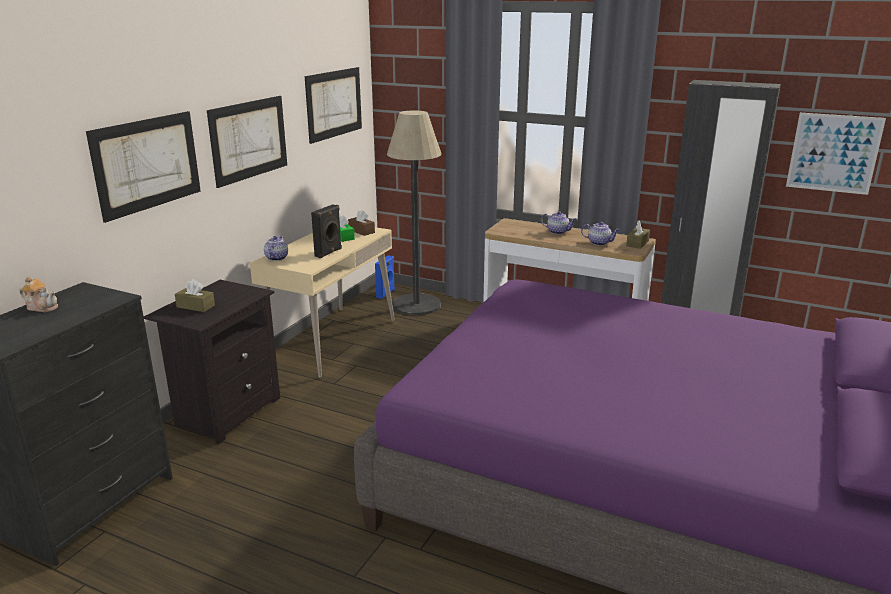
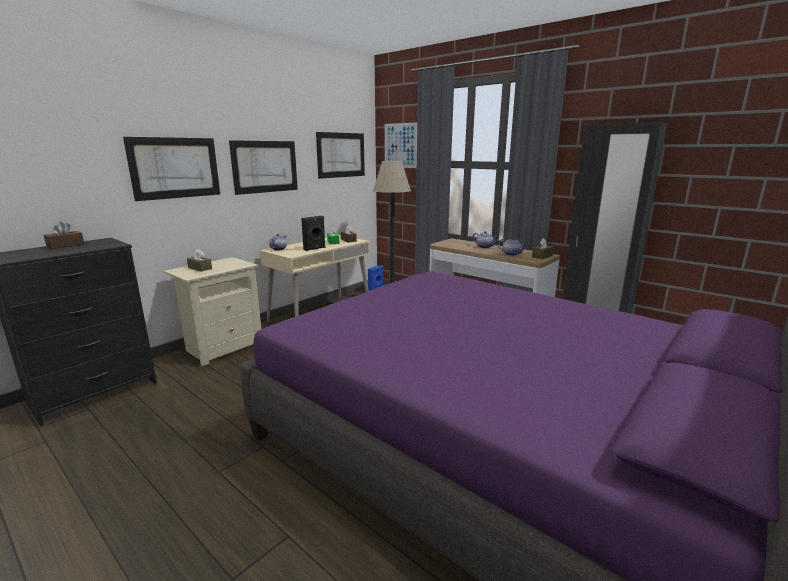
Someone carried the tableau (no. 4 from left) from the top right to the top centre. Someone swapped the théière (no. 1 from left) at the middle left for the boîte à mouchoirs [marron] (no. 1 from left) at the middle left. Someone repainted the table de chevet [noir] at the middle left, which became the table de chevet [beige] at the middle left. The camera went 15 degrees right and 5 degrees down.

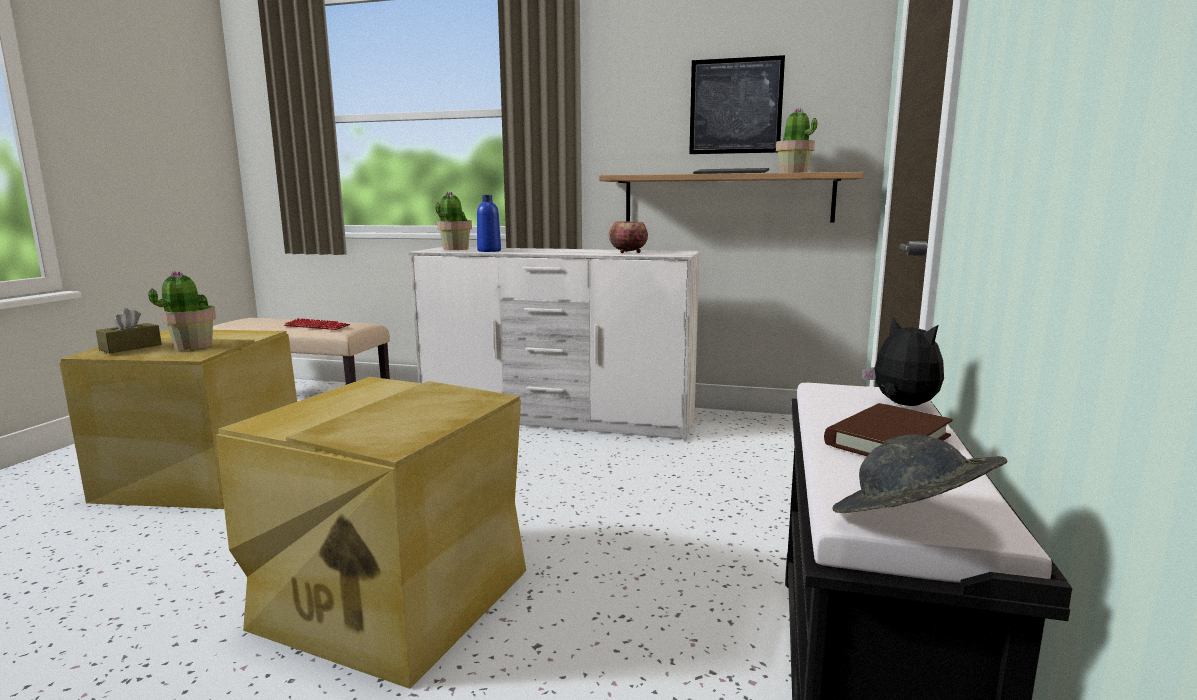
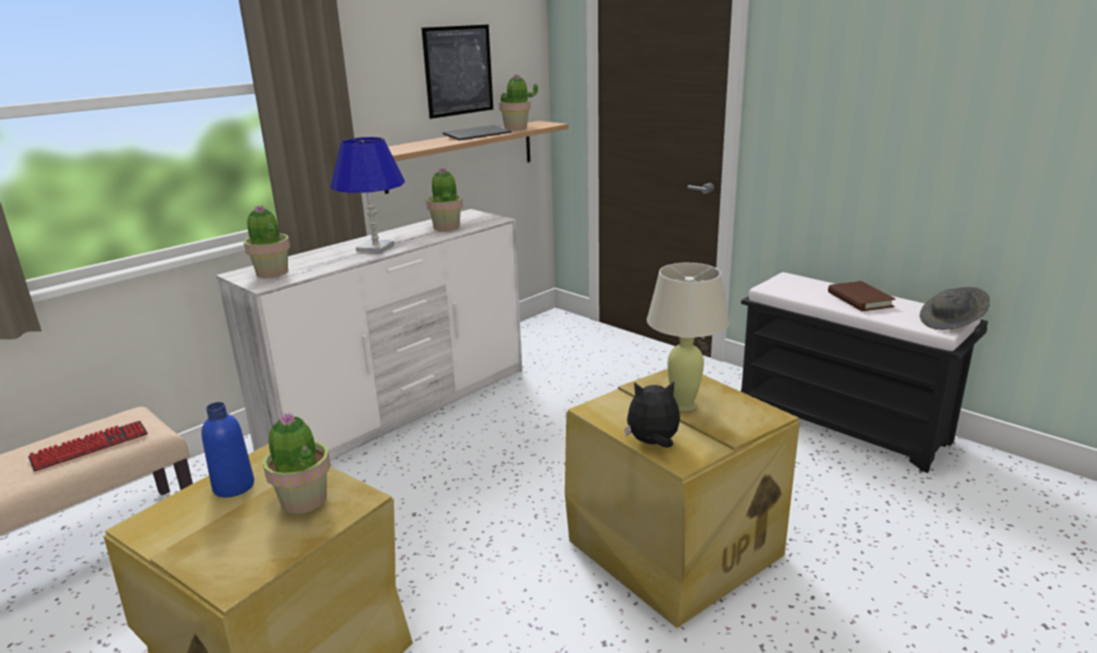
Someone took away the boîte à mouchoirs [marron] at the middle left. Someone put down the lampe de table [bleu] at the top centre. Someone put down the lampe de table [beige] at the centre. Someone carried the bouteille [bleu] from the top centre to the bottom left. Someone carried the peluche from the middle right to the centre. Someone swapped the bol at the centre for the plante en pot (no. 3 from left) at the top centre. The camera went 60 degrees left and 10 degrees up.

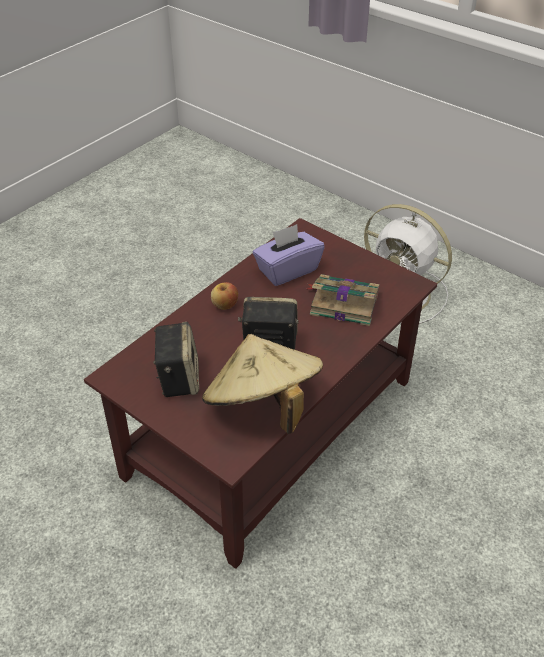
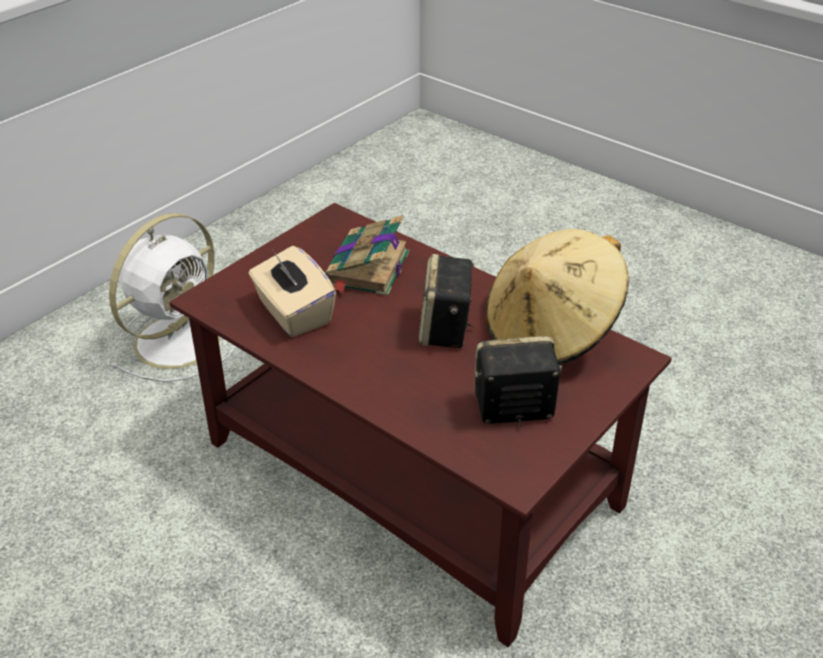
Someone took away the pomme at the centre. Someone repainted the boîte à mouchoirs [violet] at the centre, which became the boîte à mouchoirs [beige] at the centre. The camera went 90 degrees left and 5 degrees down.

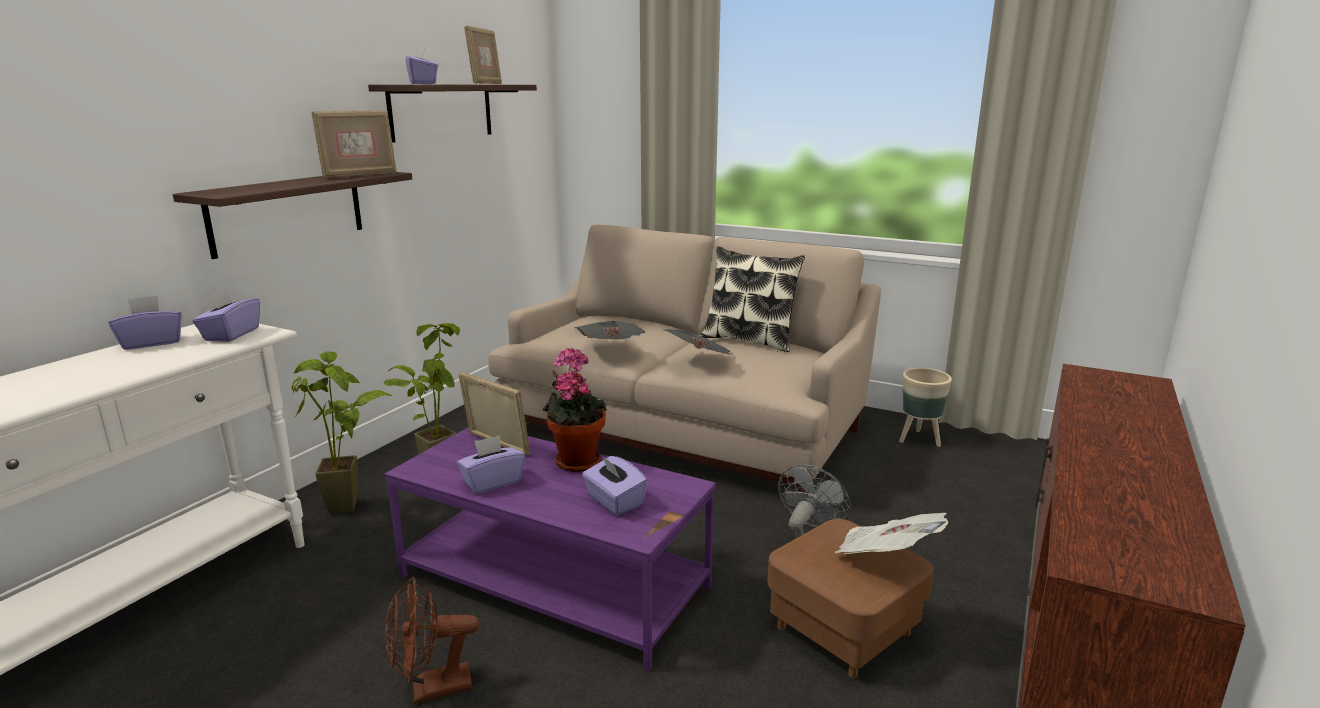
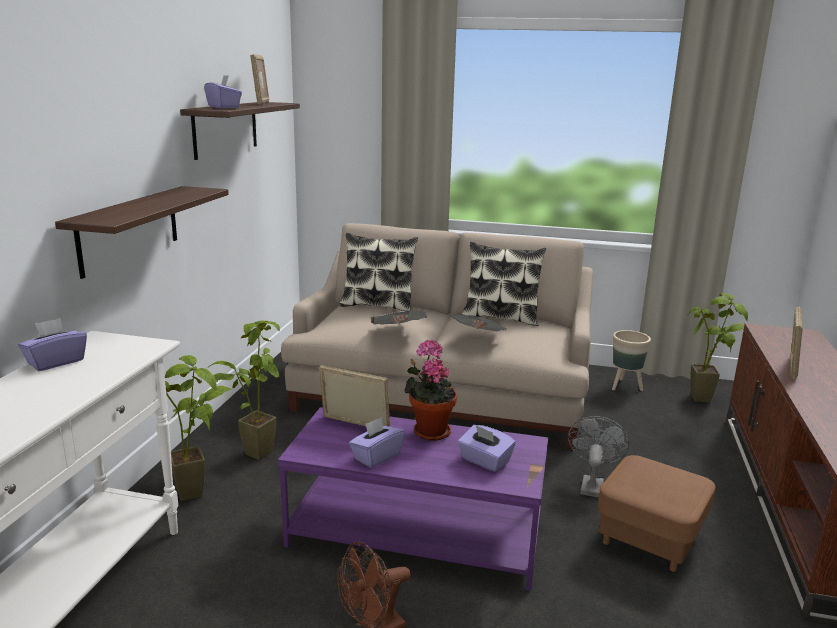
Someone took away the boîte à mouchoirs [violet] (no. 2 from left) at the middle left. Someone took away the journal (no. 3 from left) at the bottom right. Someone put down the coussin (no. 1 from left) at the centre. Someone put down the plante en pot (no. 4 from left) at the middle right. Someone carried the cadre photo (no. 1 from left in the first image) from the top left to the middle right. The camera went 15 degrees left and 0 degrees up.

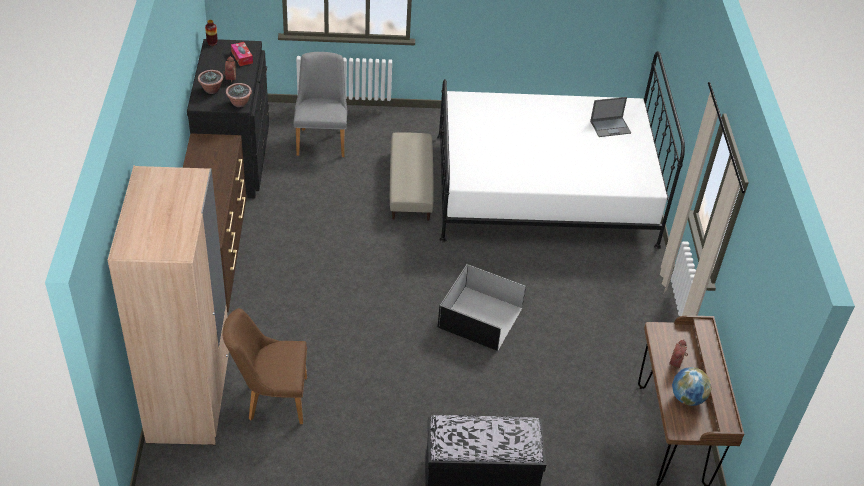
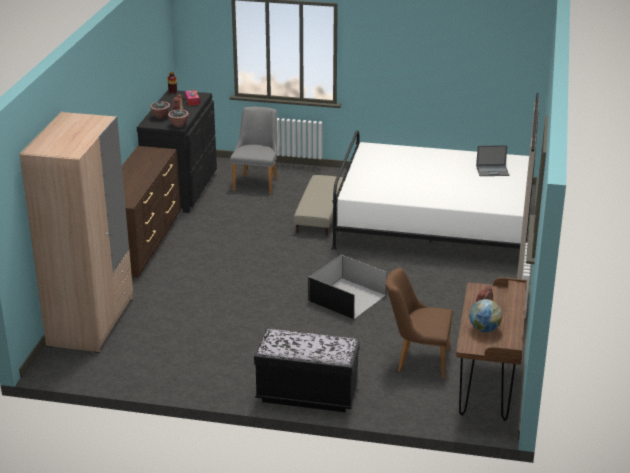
Someone carried the chaise [marron] from the bottom left to the bottom centre. The camera went 15 degrees right and 15 degrees down.

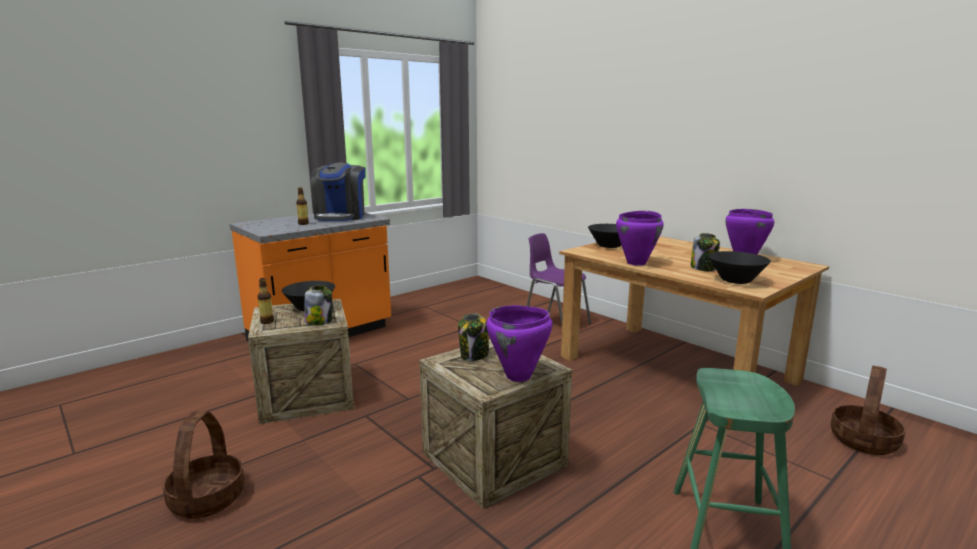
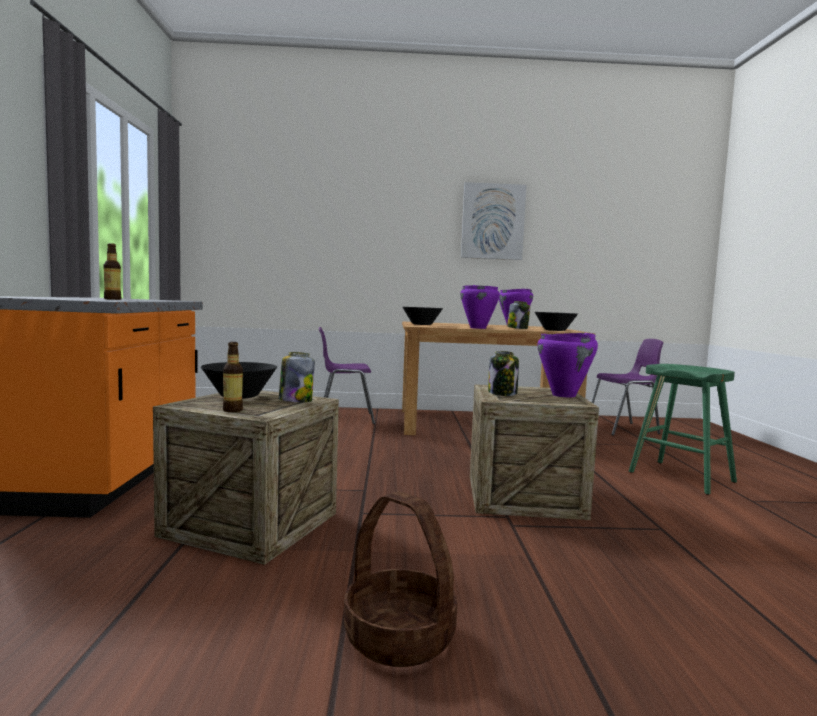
Someone took away the machine à café at the centre. Someone put up the tableau at the top centre. Someone swapped the panier (no. 2 from left) at the bottom right for the chaise [violet] (no. 2 from left) at the middle right. The camera went 50 degrees left and 10 degrees down.

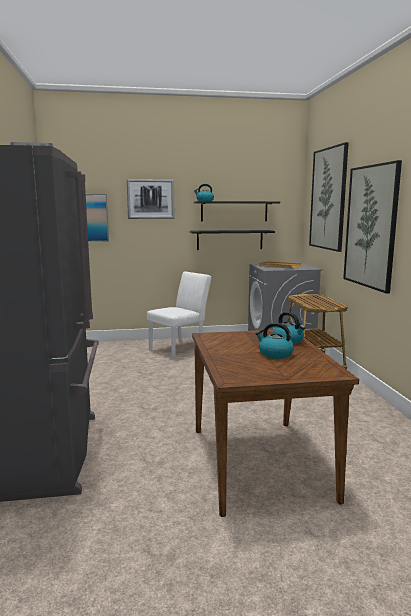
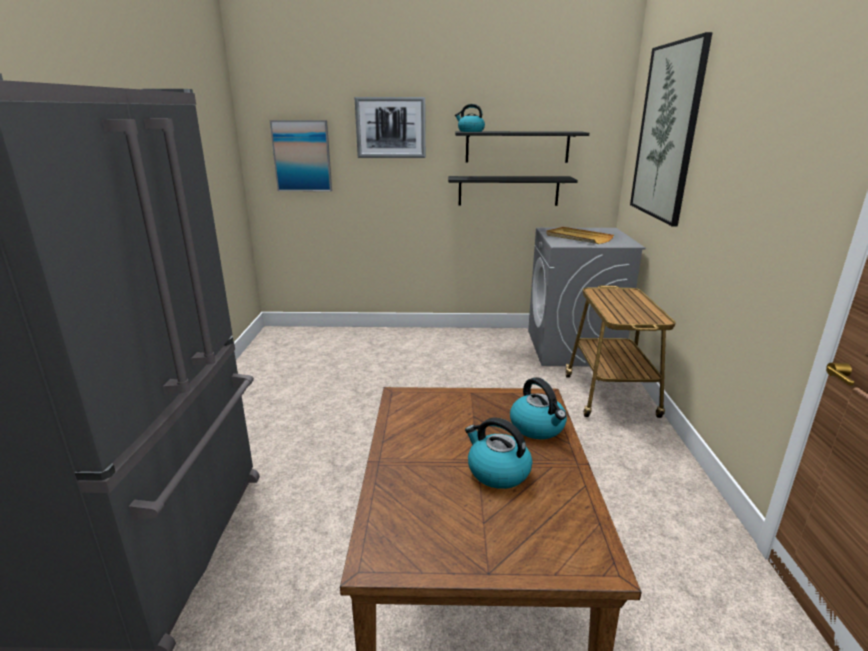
Someone took away the chaise [blanc] at the centre. Someone took away the tableau (no. 4 from left) at the middle right. The camera went 10 degrees right and 10 degrees up.

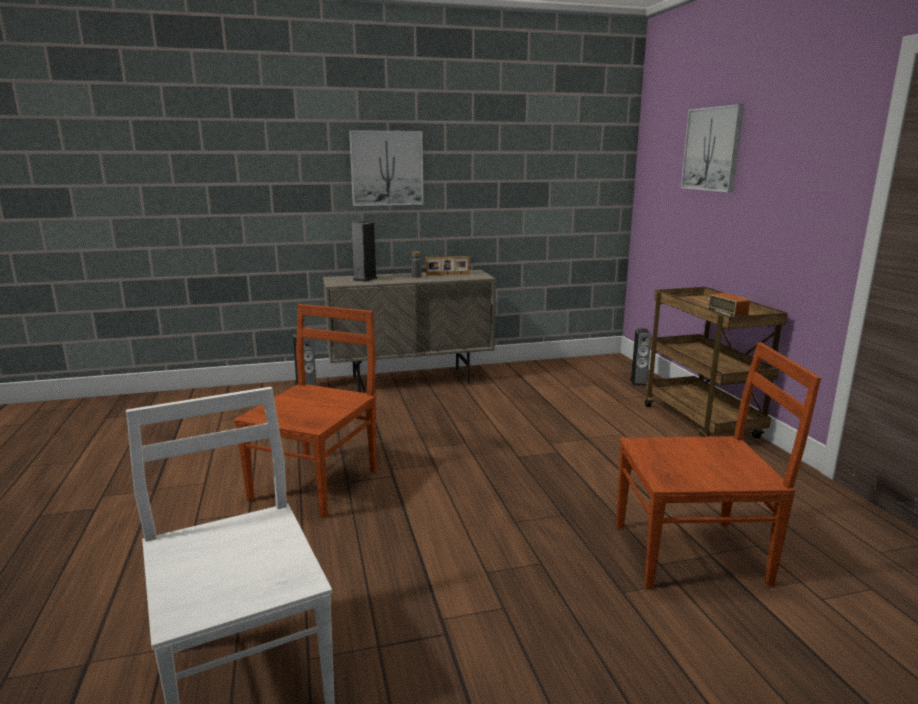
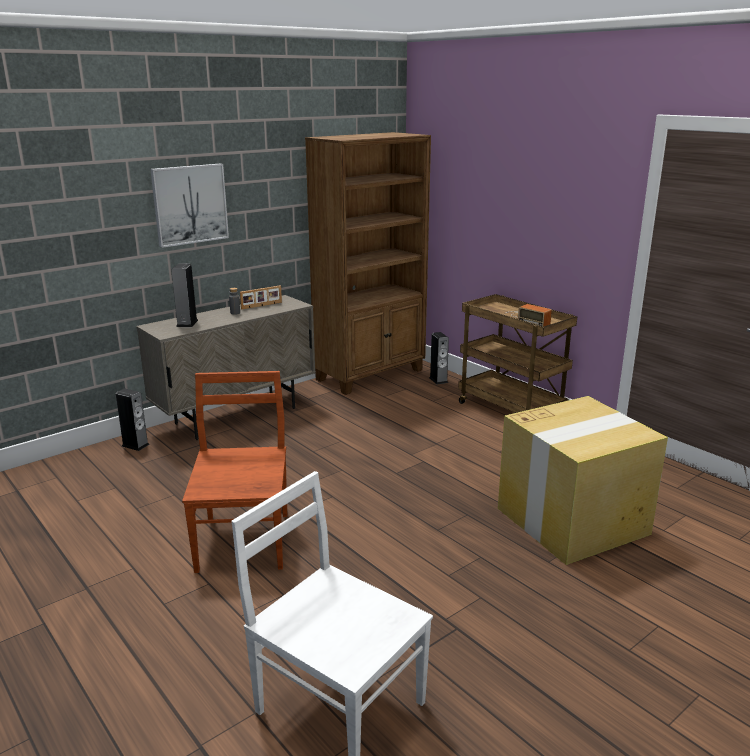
Someone took away the tableau (no. 2 from left) at the top right. Someone put down the bibliothèque [marron] at the centre. Someone swapped the chaise [marron] (no. 2 from left) at the middle right for the carton at the middle right. The camera went 25 degrees left and 5 degrees up.

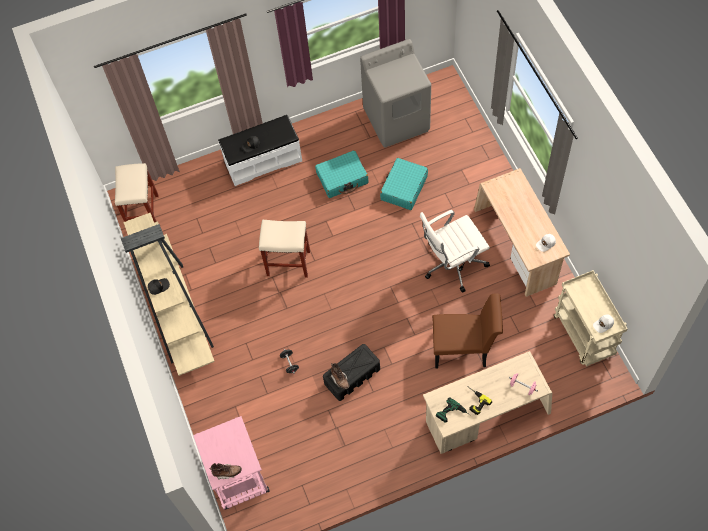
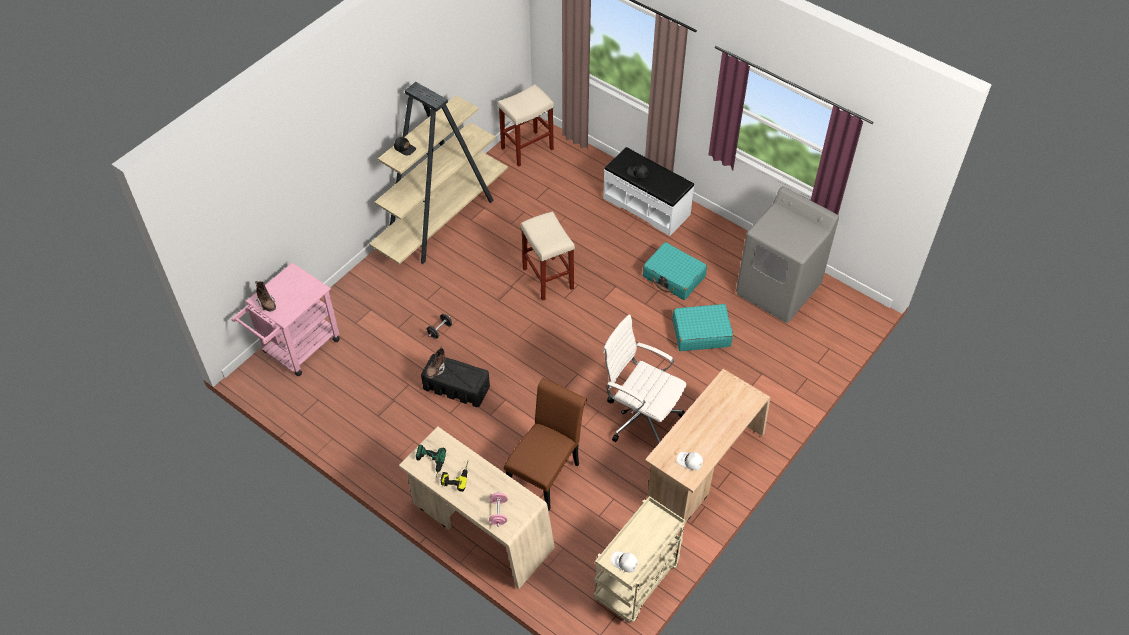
Someone rotated the chaise [marron] at the centre by 120 degrees counterclockwise. The camera went 55 degrees right and 10 degrees down.

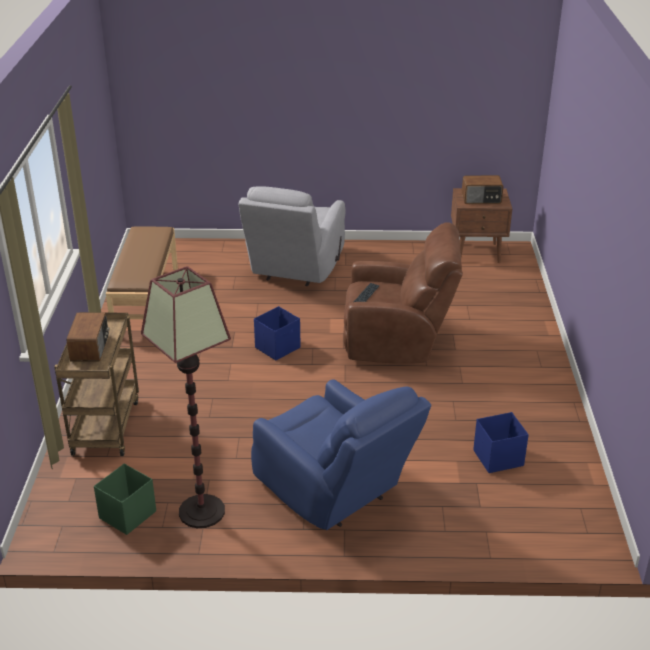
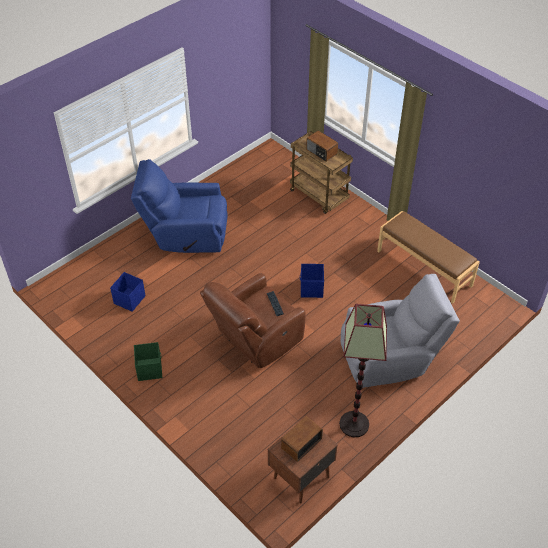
Someone carried the boîte de rangement [vert] from the bottom left to the middle left. Someone carried the lampadaire from the middle left to the bottom centre. Someone rotated the fauteuil [gris] at the centre by 105 degrees clockwise. The camera went 135 degrees right and 15 degrees up.

